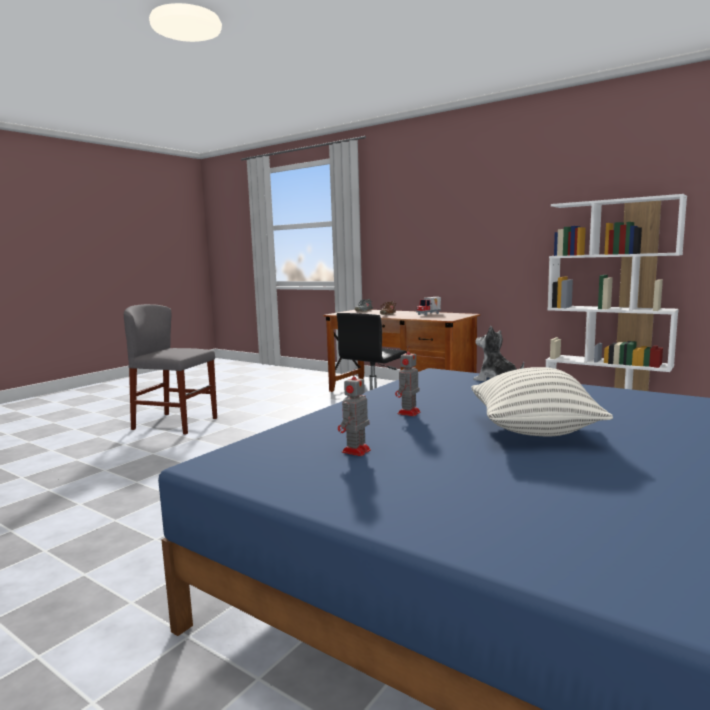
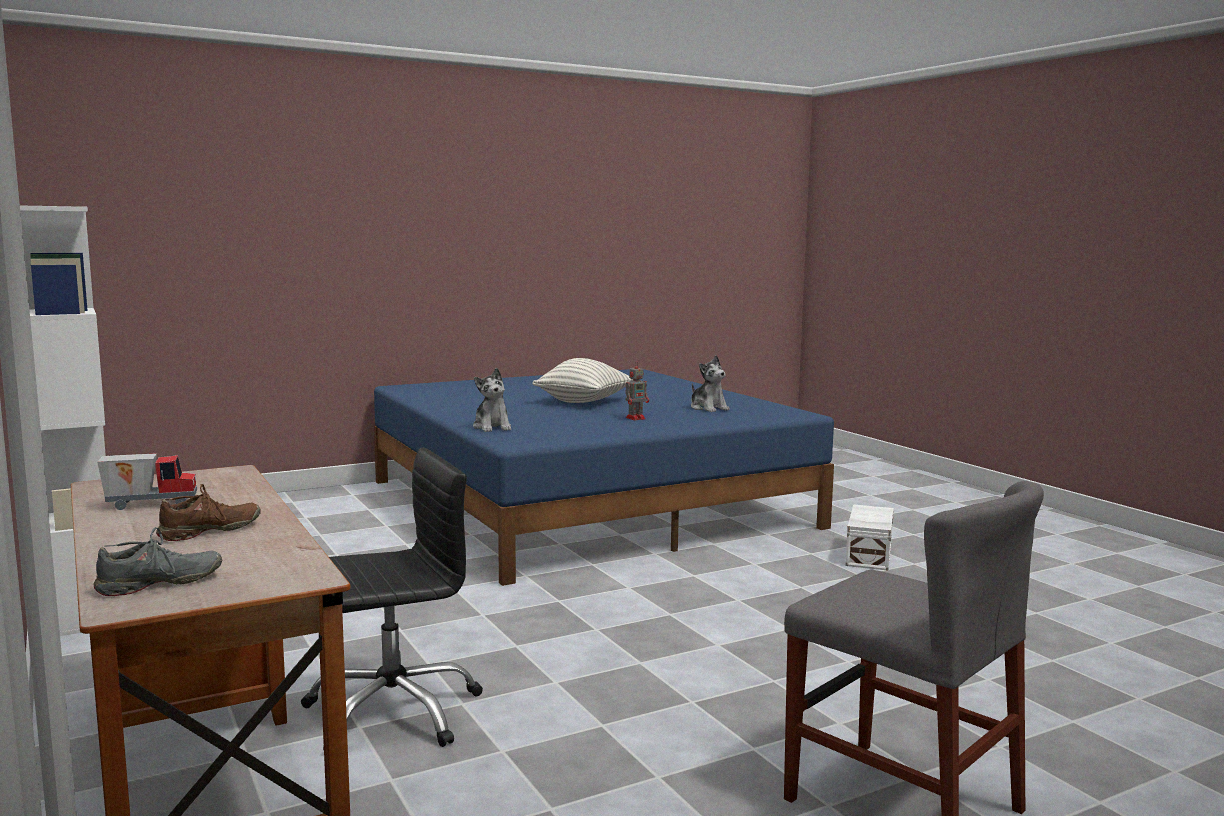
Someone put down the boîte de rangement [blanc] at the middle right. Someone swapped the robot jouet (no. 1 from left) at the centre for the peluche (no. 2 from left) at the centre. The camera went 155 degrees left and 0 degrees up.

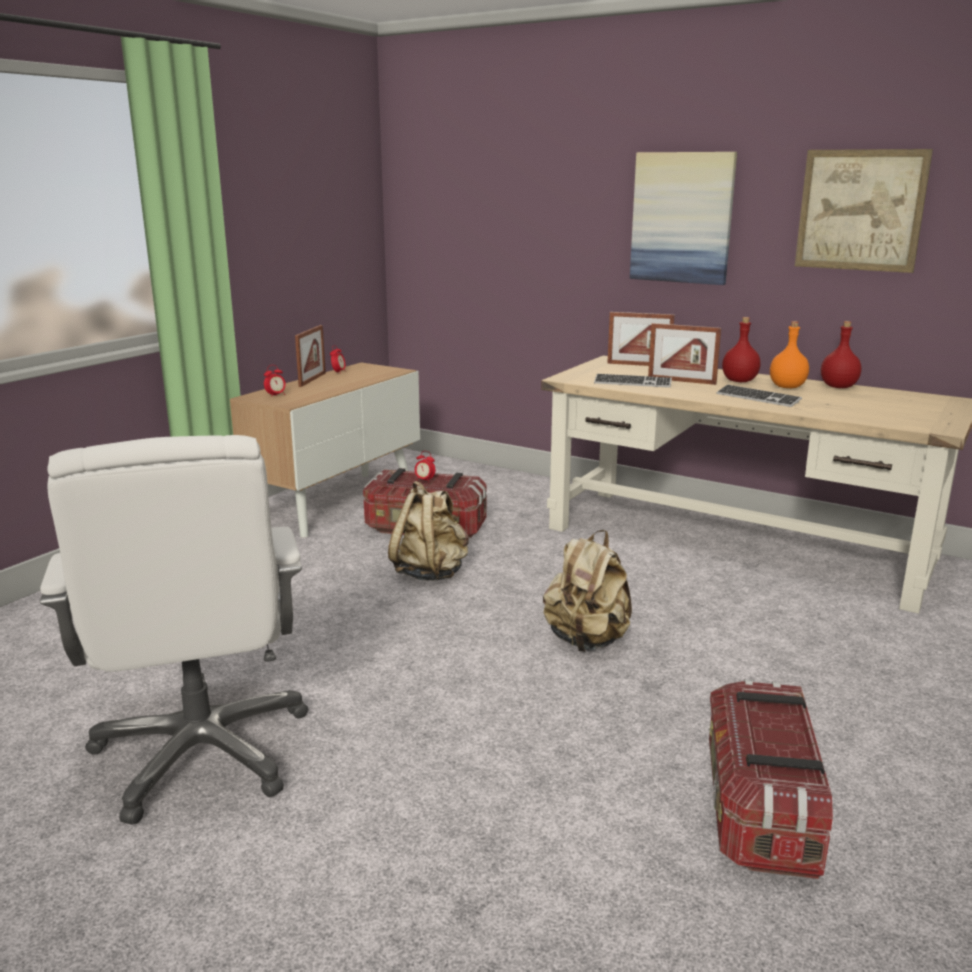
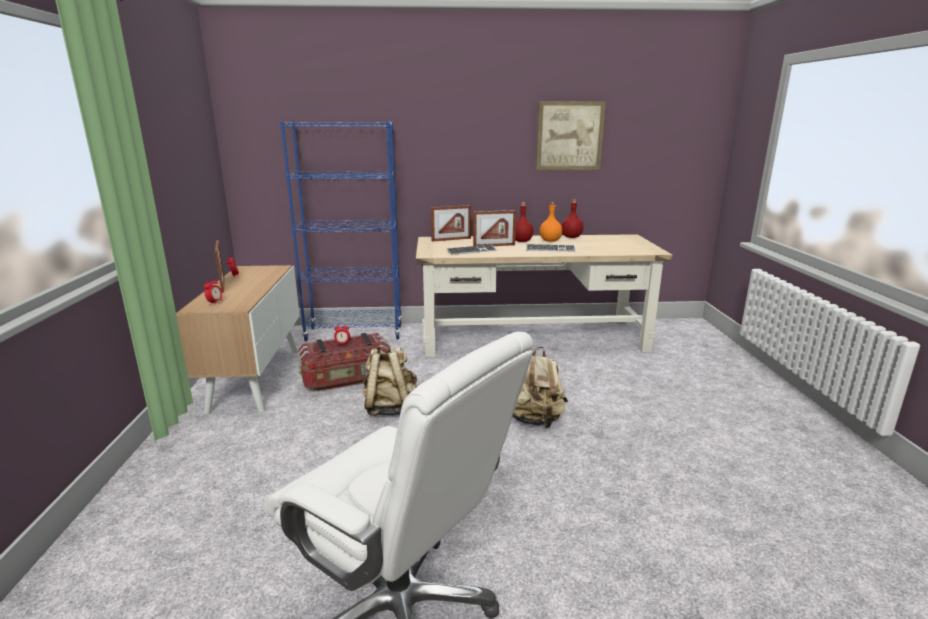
Someone took away the tableau (no. 1 from left) at the top right. Someone took away the boîte de rangement (no. 2 from left) at the bottom right. Someone put down the bibliothèque [bleu] at the centre. The camera went 35 degrees left and 0 degrees up.

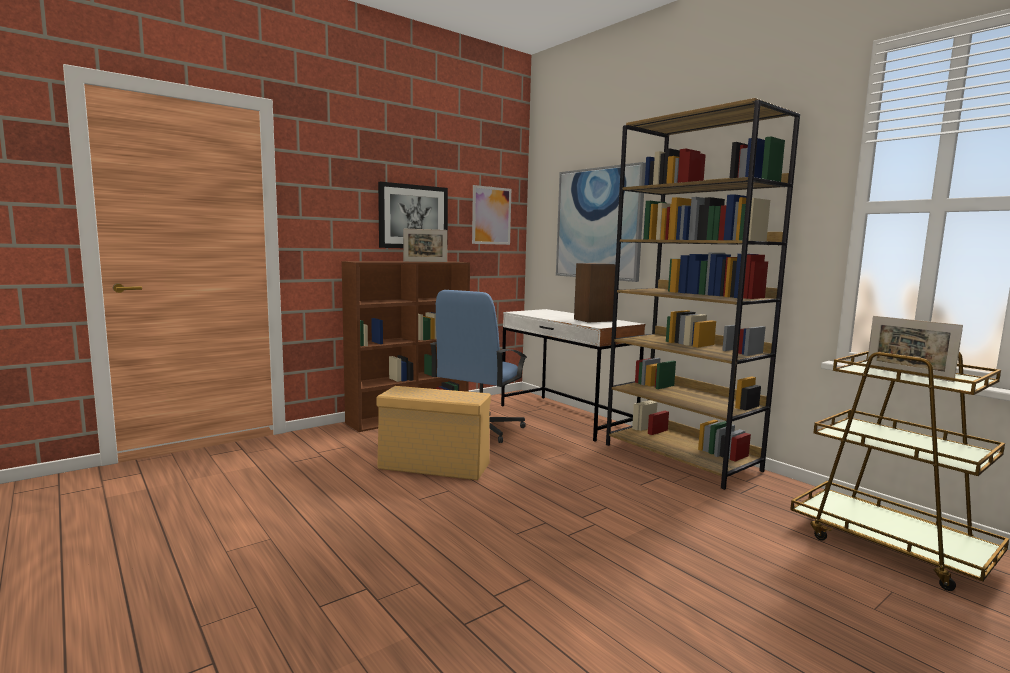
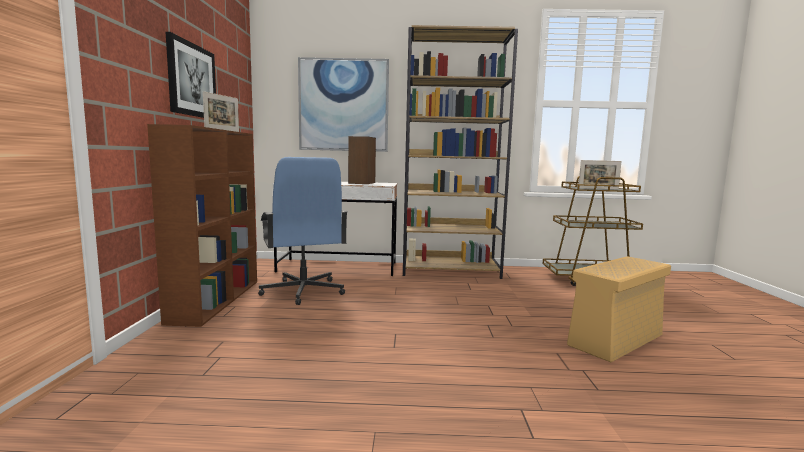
Someone took away the tableau (no. 2 from left) at the top centre. Someone carried the boîte de rangement [beige] from the centre to the bottom right. The camera went 50 degrees left and 0 degrees up.

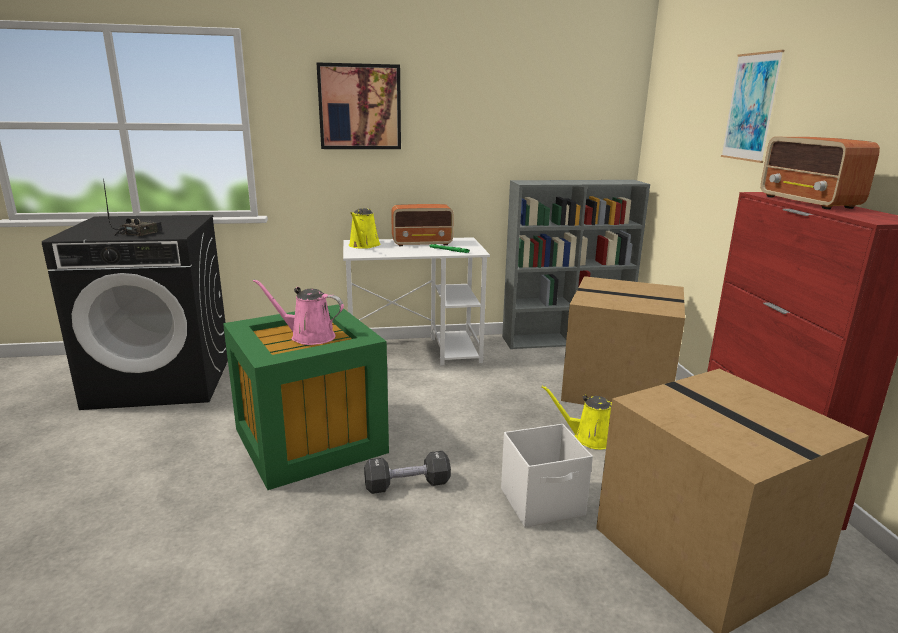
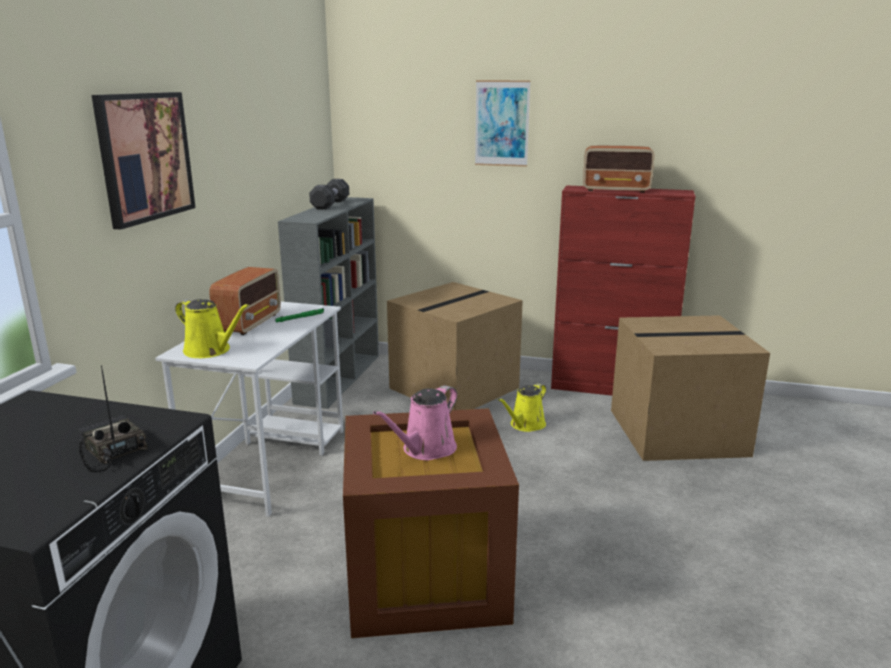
Someone took away the boîte de rangement [blanc] at the bottom centre. Someone carried the haltère [noir] from the bottom centre to the top centre. Someone repainted the boîte de rangement [vert] at the centre, which became the boîte de rangement [marron] at the bottom centre. The camera went 65 degrees left and 0 degrees up.

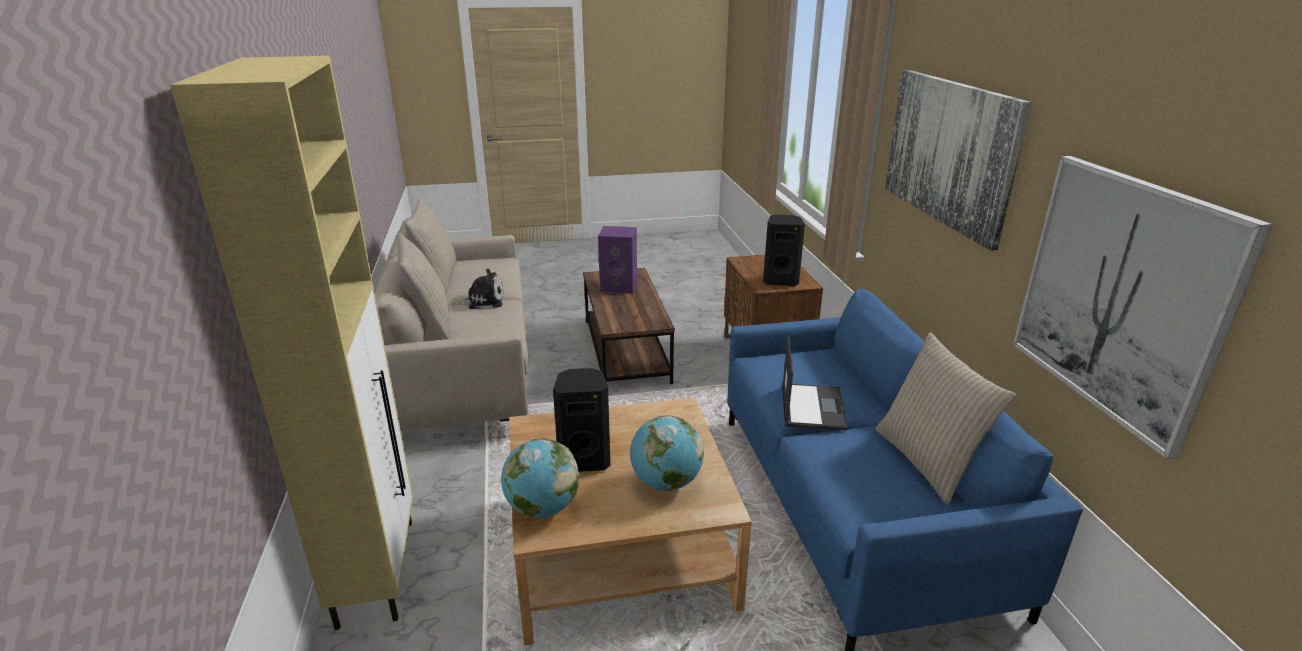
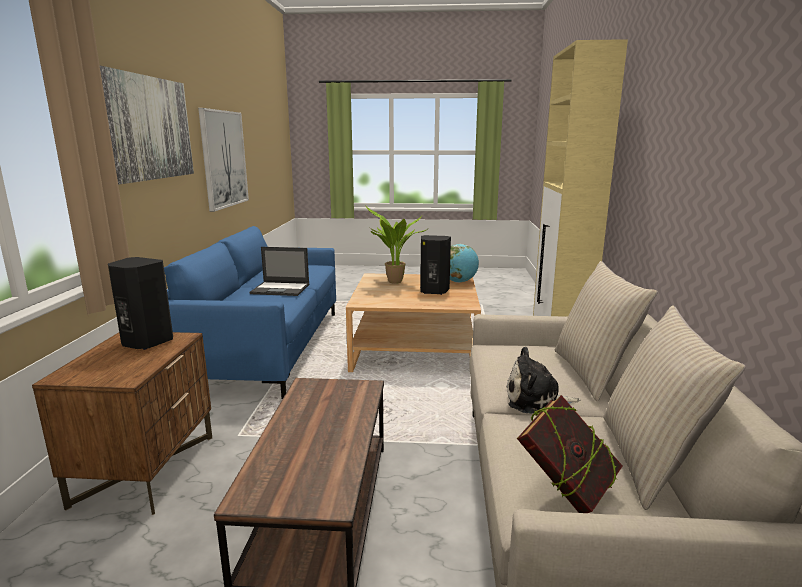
Someone took away the enceinte [violet] at the centre. Someone took away the coussin [beige] (no. 3 from left) at the middle right. Someone put down the livre at the bottom right. Someone swapped the globe (no. 2 from left) at the bottom centre for the plante en pot at the centre. Someone rotated the ordinateur portable at the centre by 105 degrees counterclockwise. The camera went 165 degrees left and 10 degrees down.

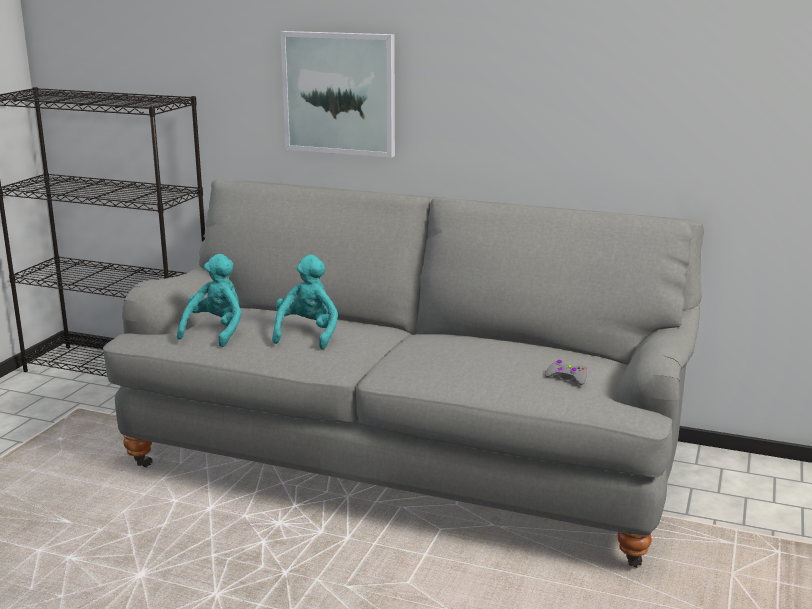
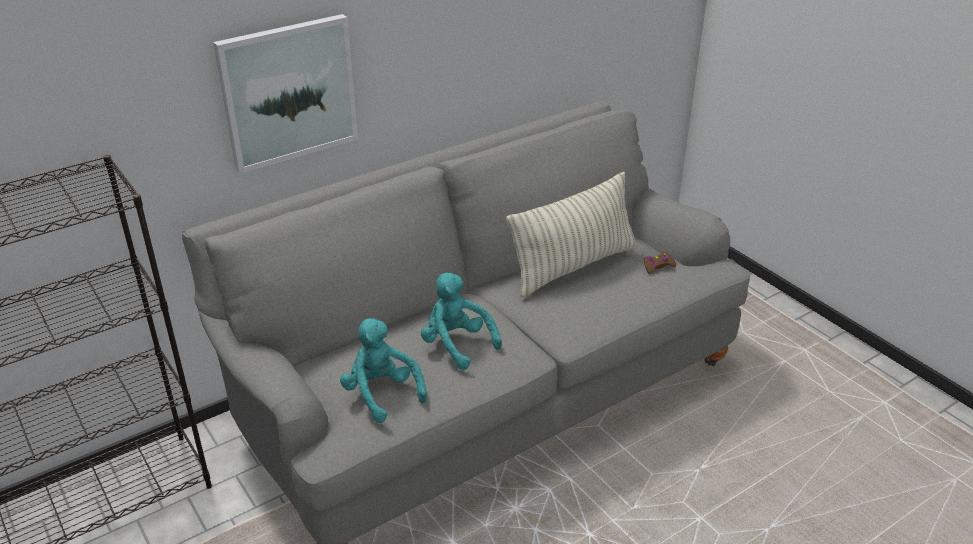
Someone put down the coussin at the centre. Someone repainted the manette [gris] at the middle right, which became the manette [marron] at the middle right. The camera went 55 degrees left and 15 degrees up.

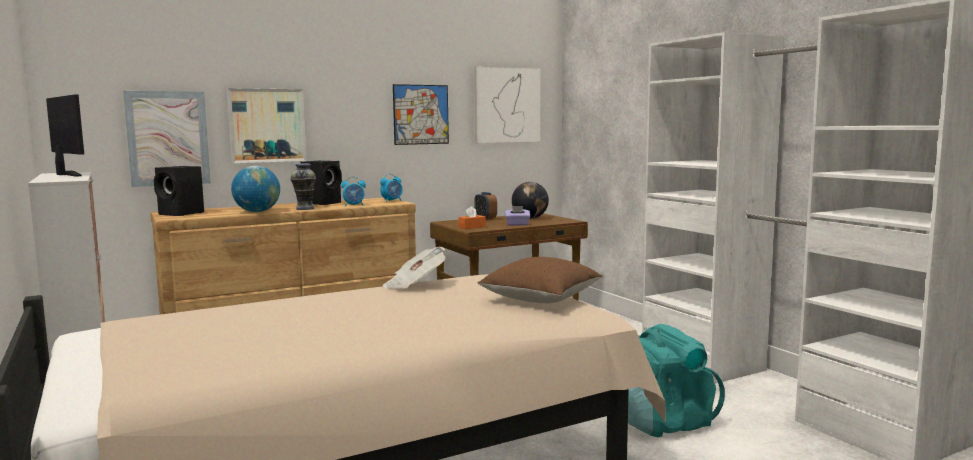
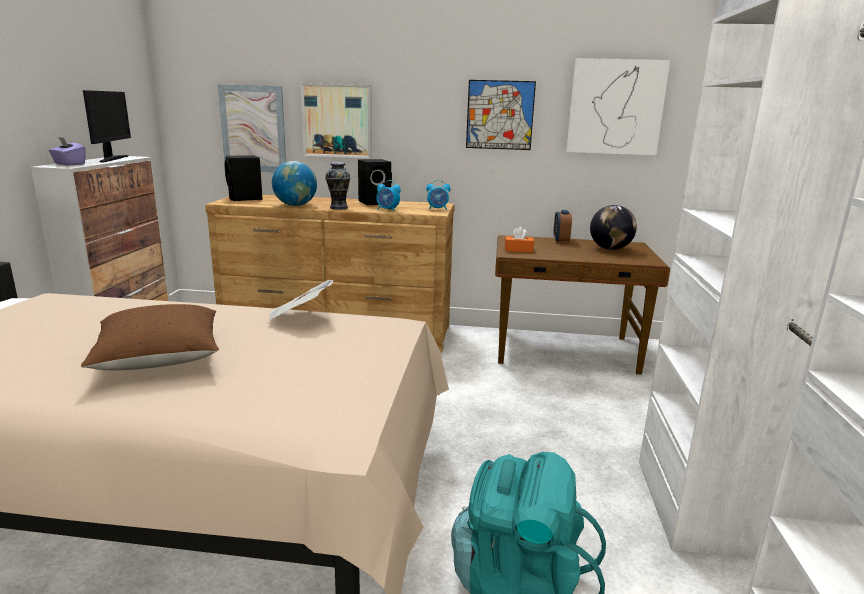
Someone carried the coussin [marron] from the centre to the middle left. Someone carried the boîte à mouchoirs [violet] from the centre to the top left. The camera went 35 degrees right and 10 degrees up.

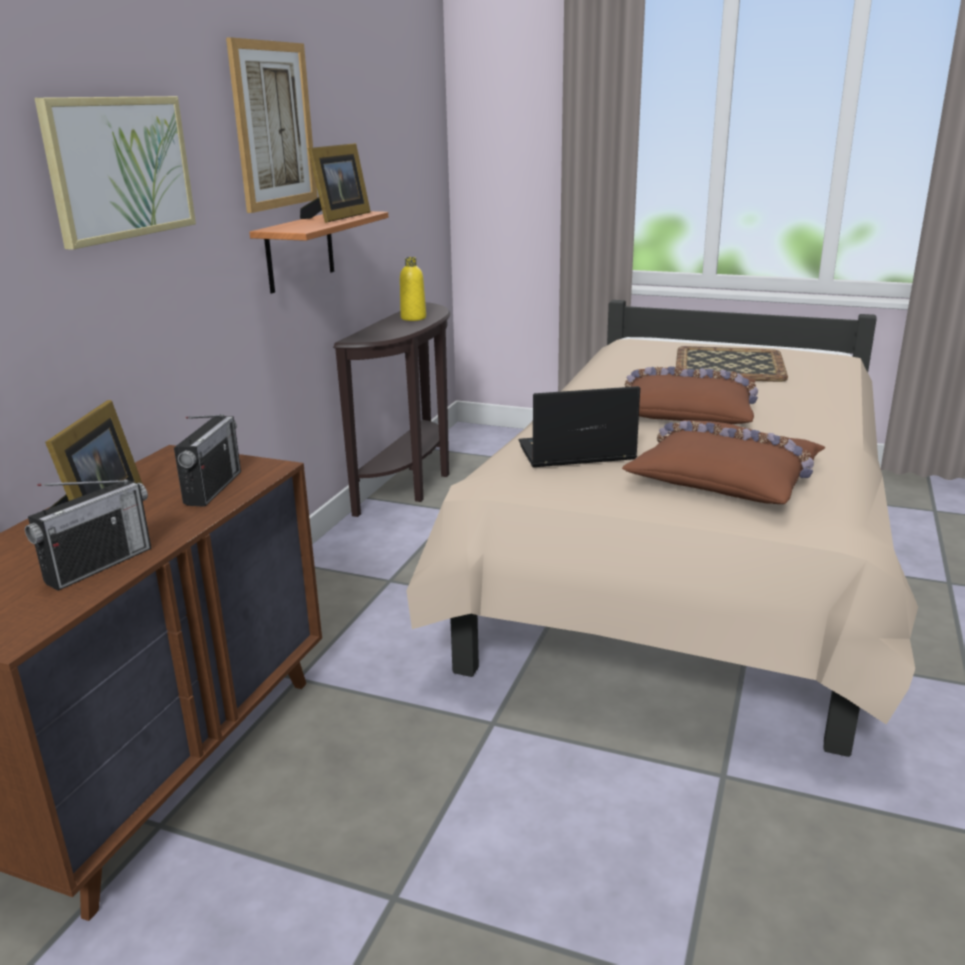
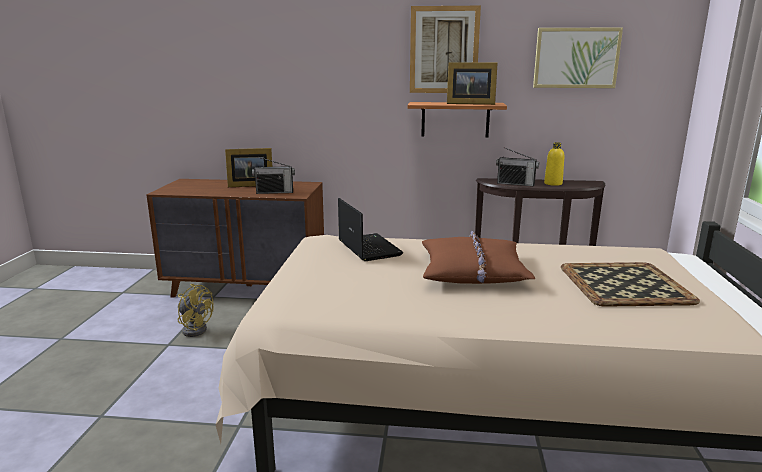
Someone took away the coussin [marron] (no. 2 from left) at the middle right. Someone put down the ventilateur [jaune] at the middle left. Someone carried the radio (no. 1 from left in the first image) from the middle left to the middle right. Someone carried the tableau (no. 1 from left in the first image) from the top left to the top right. The camera went 75 degrees right and 5 degrees down.

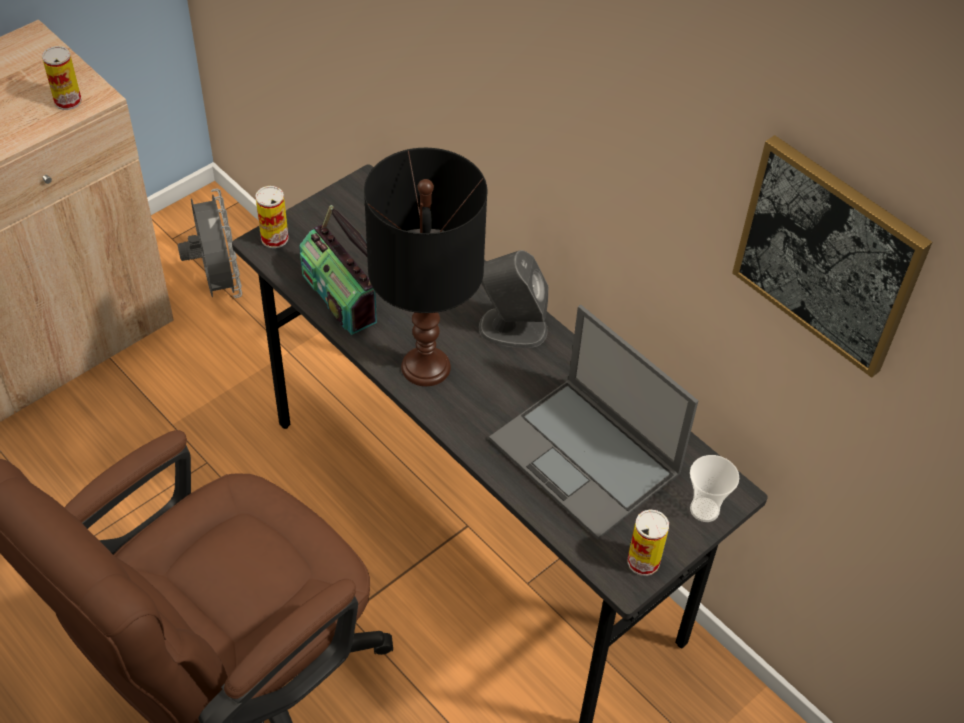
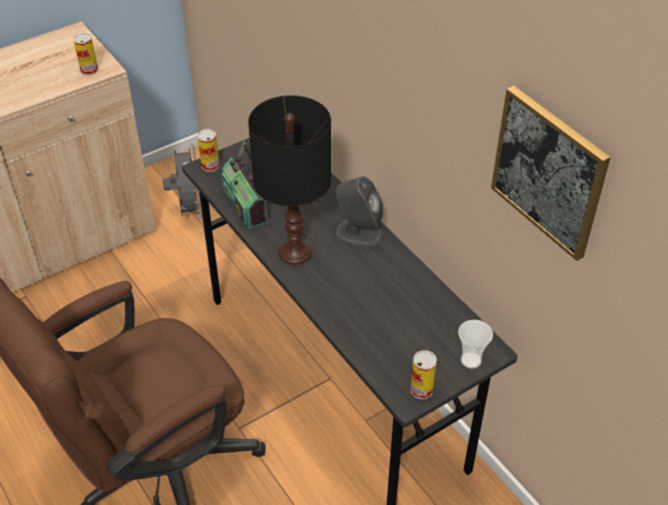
Someone took away the ordinateur portable at the centre. The camera went 10 degrees right and 5 degrees down.

